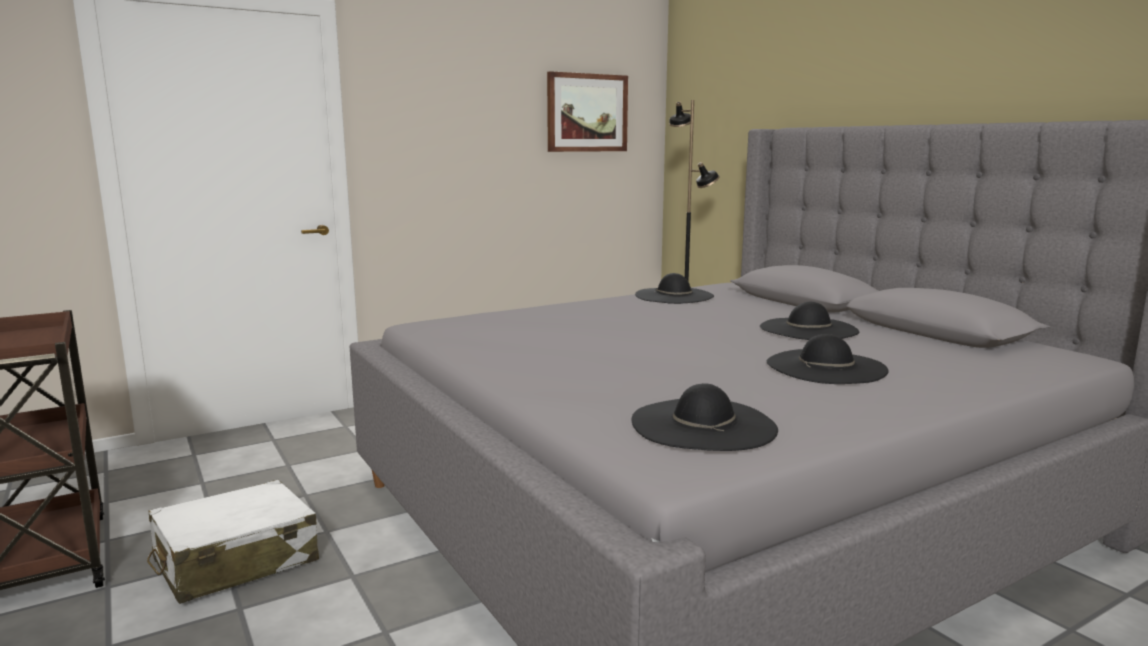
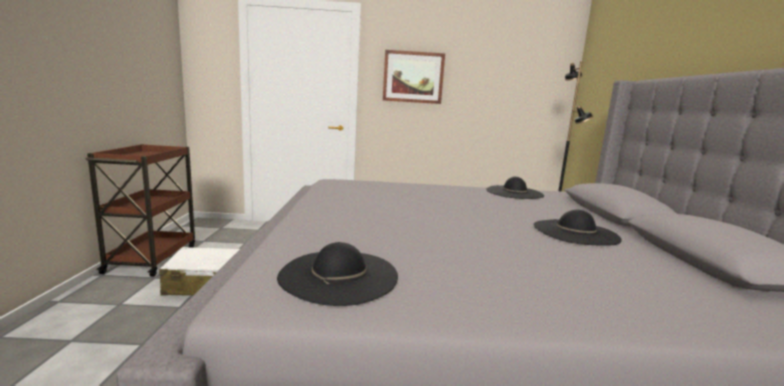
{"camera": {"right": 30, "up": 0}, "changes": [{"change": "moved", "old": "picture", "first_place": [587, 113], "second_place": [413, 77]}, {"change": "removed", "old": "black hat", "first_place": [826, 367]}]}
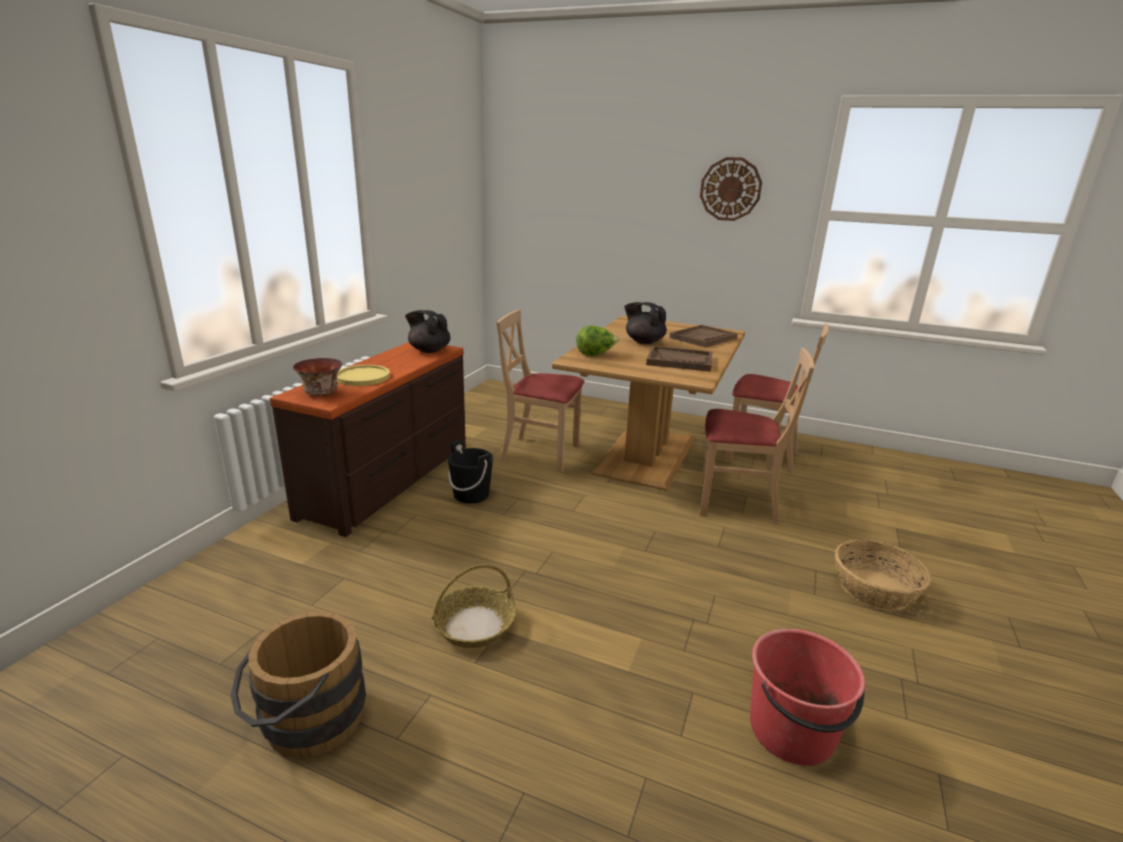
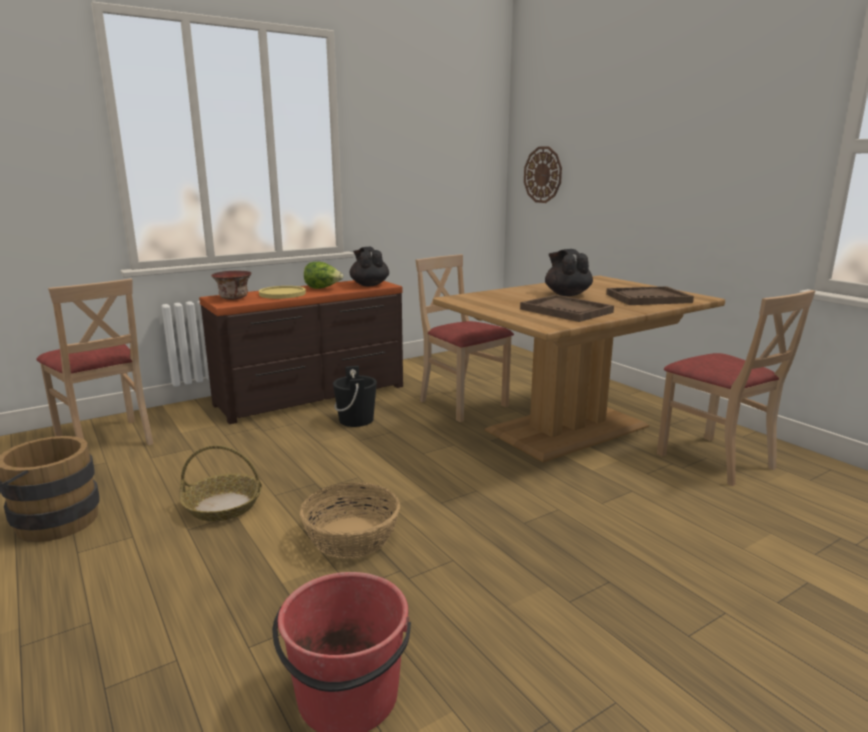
{"camera": {"right": 35, "up": -5}, "changes": [{"change": "moved", "old": "lettuce", "first_place": [595, 354], "second_place": [323, 288]}, {"change": "moved", "old": "beige chair", "first_place": [737, 503], "second_place": [106, 441]}, {"change": "moved", "old": "wall clock", "first_place": [730, 189], "second_place": [543, 175]}, {"change": "moved", "old": "basket", "first_place": [875, 589], "second_place": [352, 537]}]}
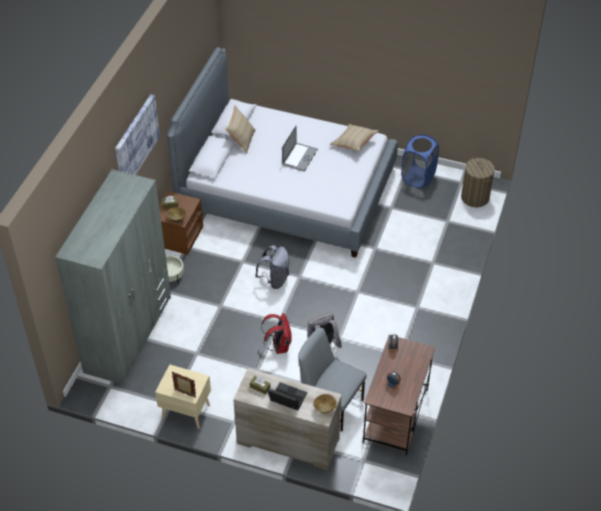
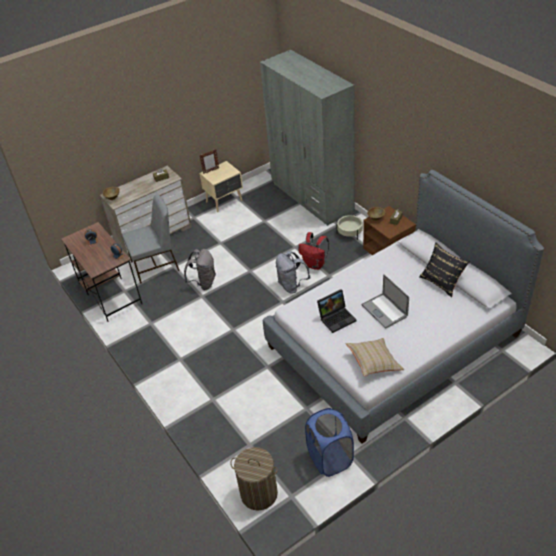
{"camera": {"right": 130, "up": -5}, "changes": [{"change": "removed", "old": "picture", "first_place": [135, 141]}, {"change": "recoloured", "old": "beige pillow", "new": "black pillow", "first_place": [241, 140], "second_place": [442, 281]}, {"change": "moved", "old": "red backpack", "first_place": [279, 346], "second_place": [315, 264]}, {"change": "moved", "old": "laptop", "first_place": [286, 399], "second_place": [337, 318]}]}
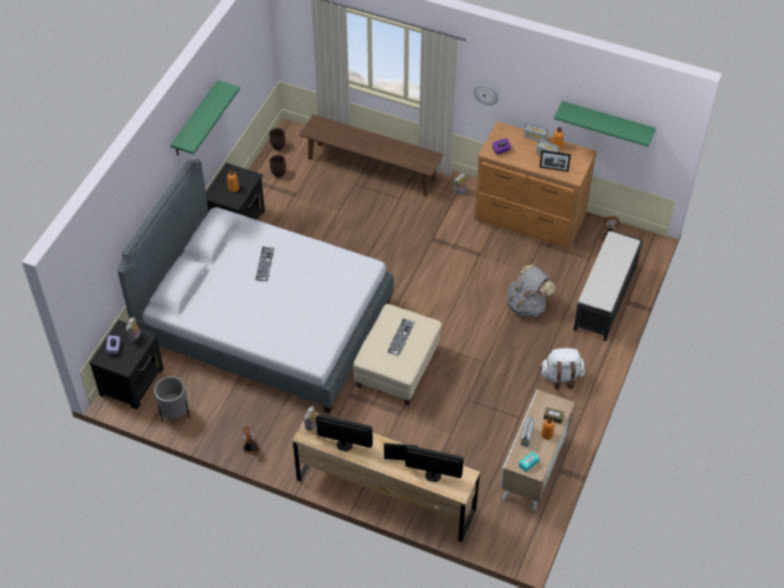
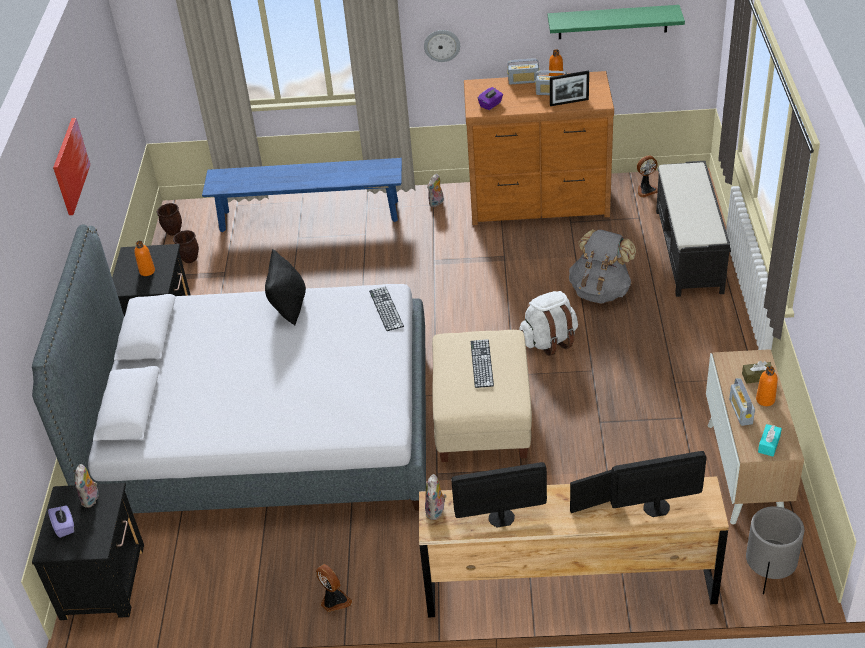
{"camera": {"right": -20, "up": -10}, "changes": [{"change": "moved", "old": "grey planter", "first_place": [174, 414], "second_place": [768, 574]}, {"change": "replaced", "old": "green shelf", "new": "picture", "first_place": [195, 119], "second_place": [70, 166]}, {"change": "moved", "old": "keyboard", "first_place": [264, 263], "second_place": [386, 308]}, {"change": "recoloured", "old": "brown bench", "new": "blue bench", "first_place": [371, 169], "second_place": [309, 216]}, {"change": "moved", "old": "white backpack", "first_place": [561, 377], "second_place": [549, 341]}, {"change": "added", "new": "black pillow", "second_place": [289, 306]}]}
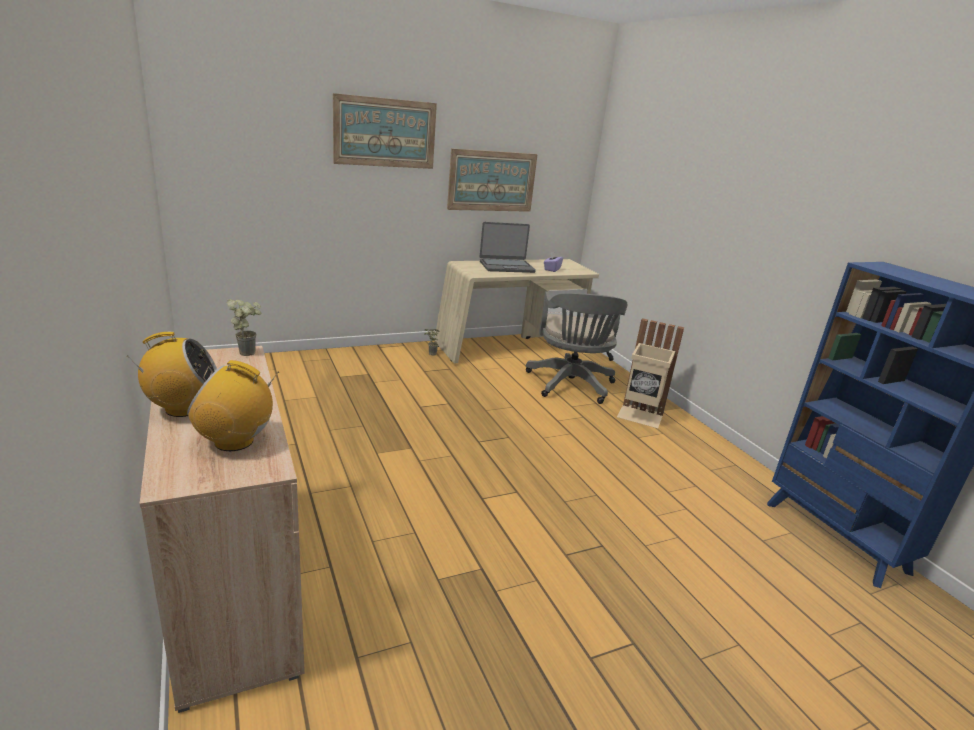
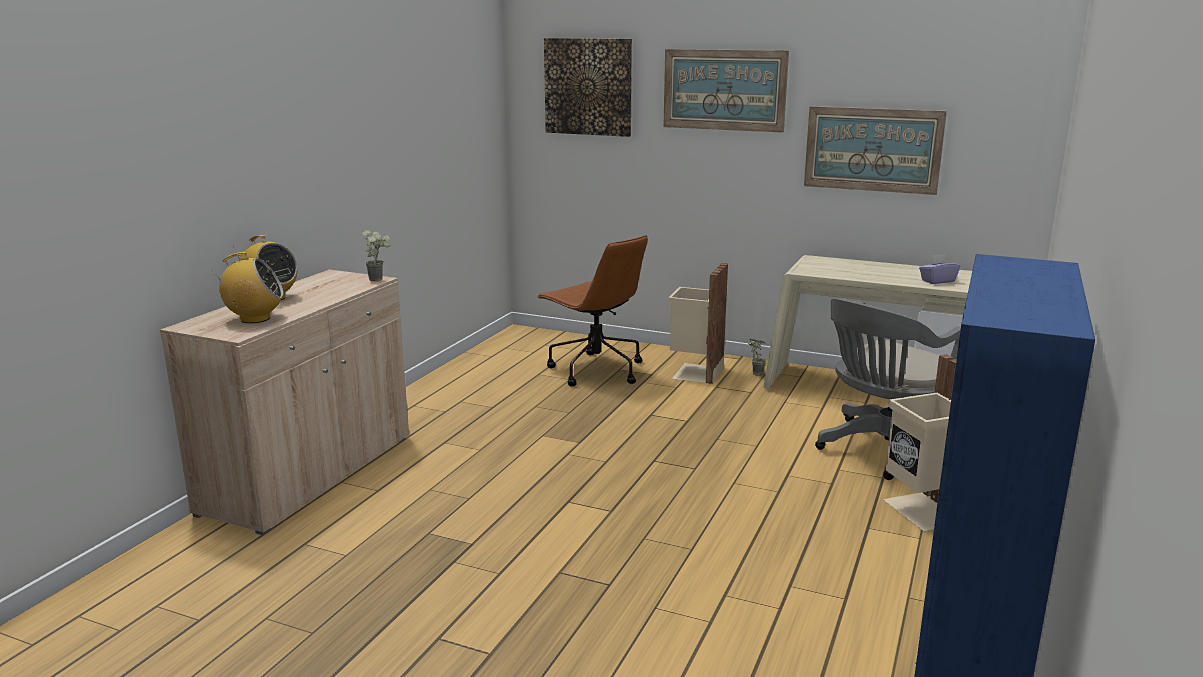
{"camera": {"right": 50, "up": -5}, "changes": [{"change": "turned", "old": "radio", "first_place": [235, 441], "second_place": [254, 319], "degrees": 120}, {"change": "removed", "old": "laptop", "first_place": [506, 266]}, {"change": "added", "new": "brown office chair", "second_place": [595, 370]}, {"change": "added", "new": "picture", "second_place": [588, 87]}, {"change": "added", "new": "beige trash can", "second_place": [695, 373]}]}
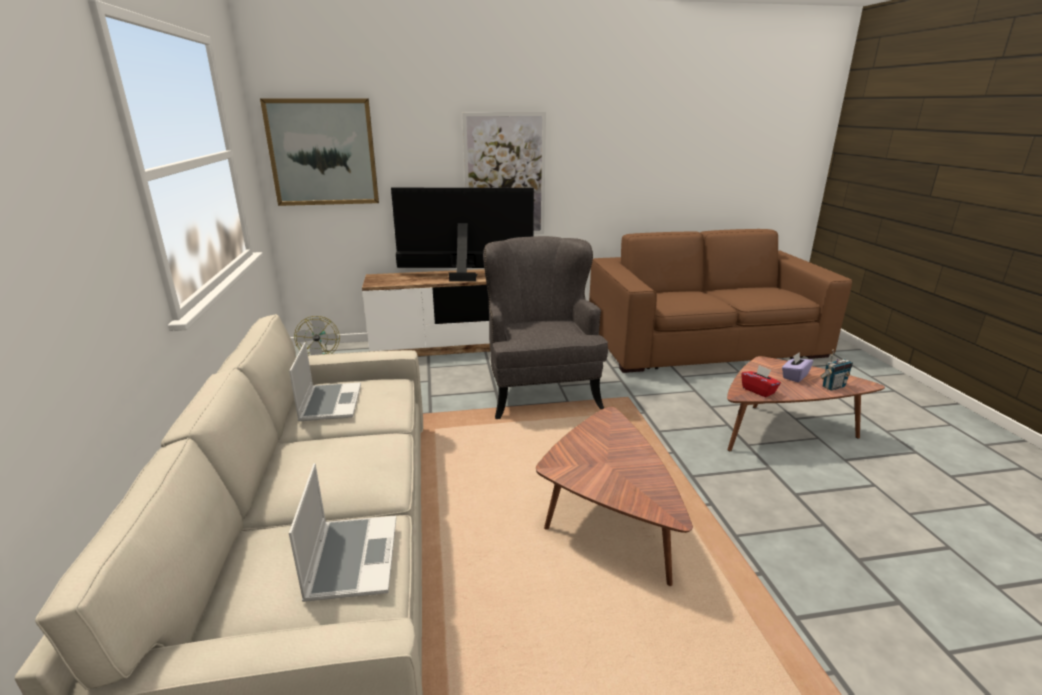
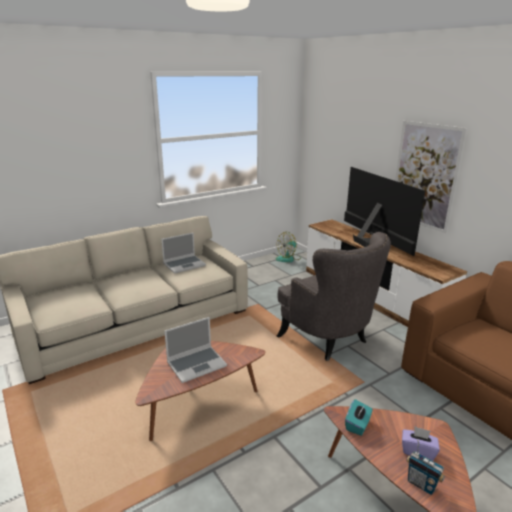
{"camera": {"right": 65, "up": 0}, "changes": [{"change": "removed", "old": "picture", "first_place": [323, 153]}, {"change": "moved", "old": "laptop", "first_place": [351, 558], "second_place": [197, 364]}, {"change": "turned", "old": "grey armchair", "first_place": [540, 392], "second_place": [329, 339], "degrees": 90}, {"change": "recoloured", "old": "red tissue box", "new": "turquoise tissue box", "first_place": [758, 390], "second_place": [357, 425]}]}
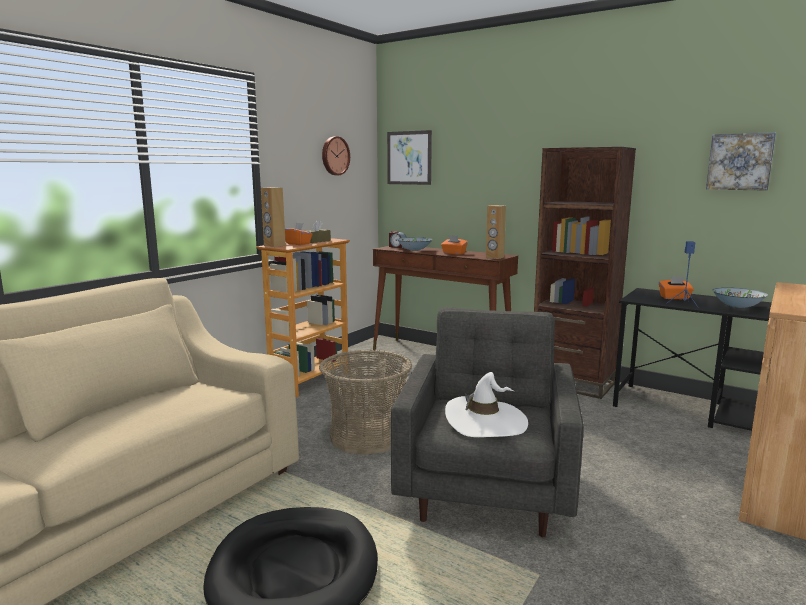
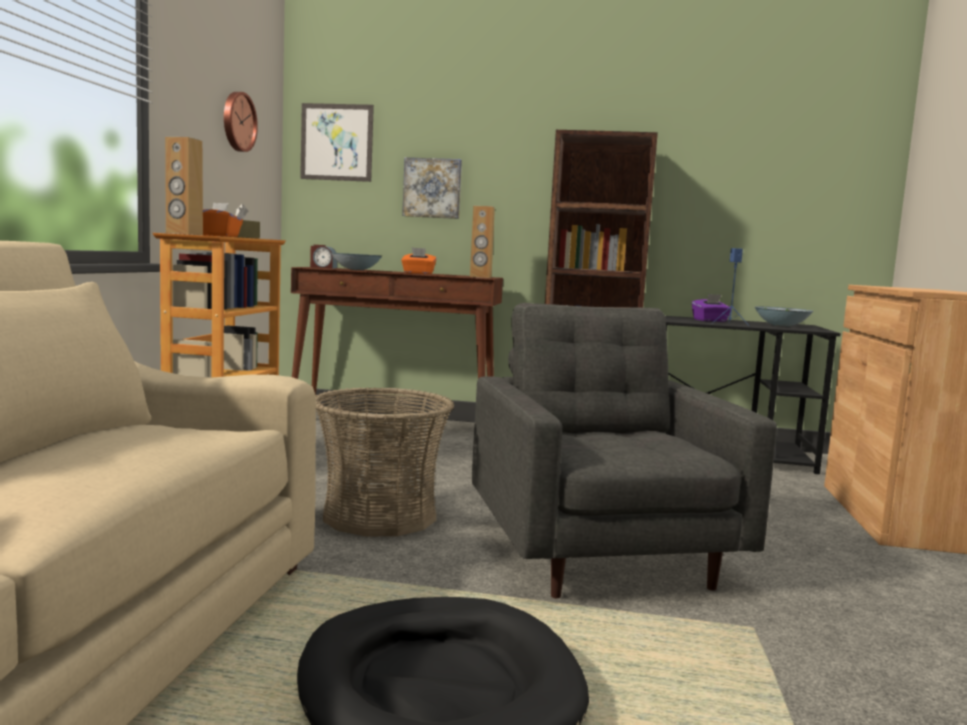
{"camera": {"right": -25, "up": -5}, "changes": [{"change": "removed", "old": "white hat", "first_place": [486, 421]}, {"change": "recoloured", "old": "orange tissue box", "new": "purple tissue box", "first_place": [674, 298], "second_place": [710, 320]}, {"change": "moved", "old": "picture", "first_place": [740, 162], "second_place": [432, 188]}]}
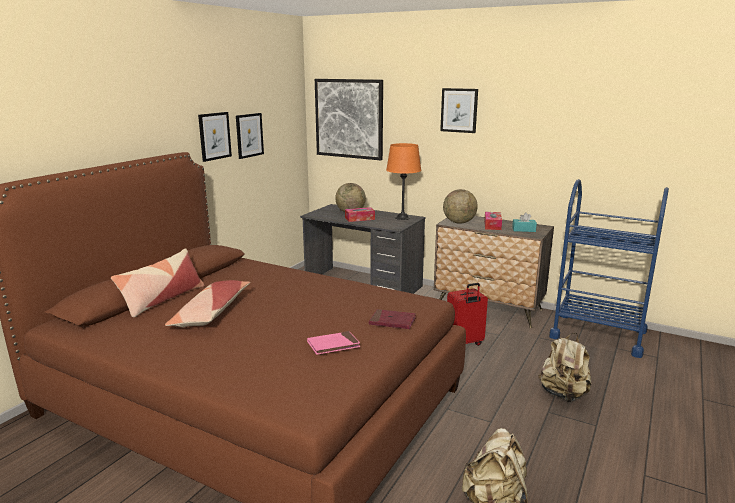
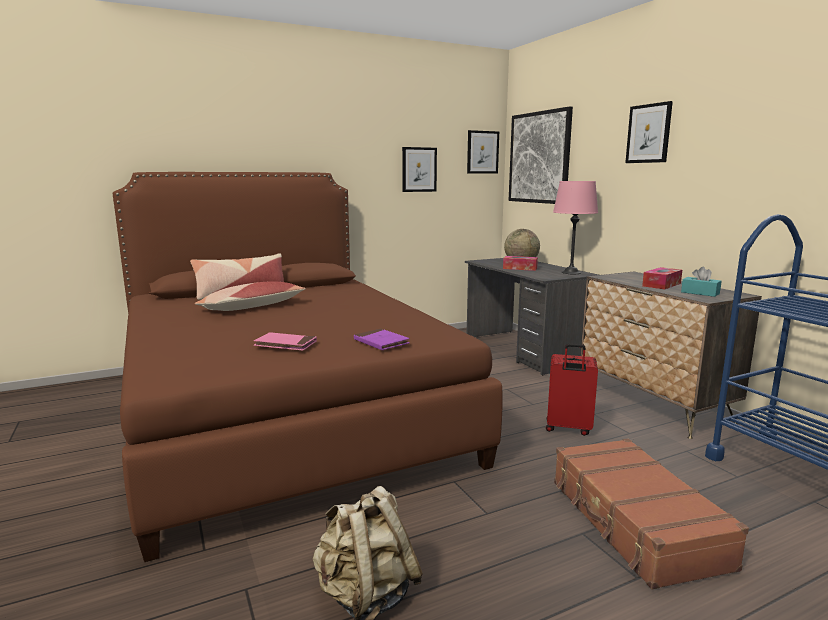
{"camera": {"right": 35, "up": -5}, "changes": [{"change": "moved", "old": "picture", "first_place": [214, 136], "second_place": [482, 152]}, {"change": "recoloured", "old": "red book", "new": "purple book", "first_place": [392, 321], "second_place": [381, 342]}, {"change": "recoloured", "old": "orange table lamp", "new": "pink table lamp", "first_place": [402, 217], "second_place": [571, 272]}, {"change": "removed", "old": "globe", "first_place": [459, 222]}, {"change": "replaced", "old": "beige backpack", "new": "brown suitcase", "first_place": [563, 394], "second_place": [634, 523]}]}
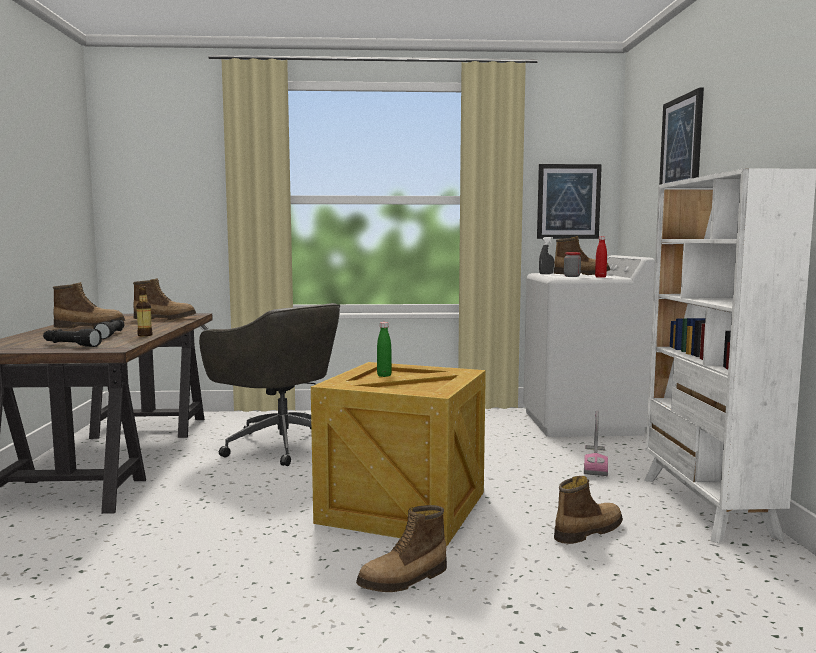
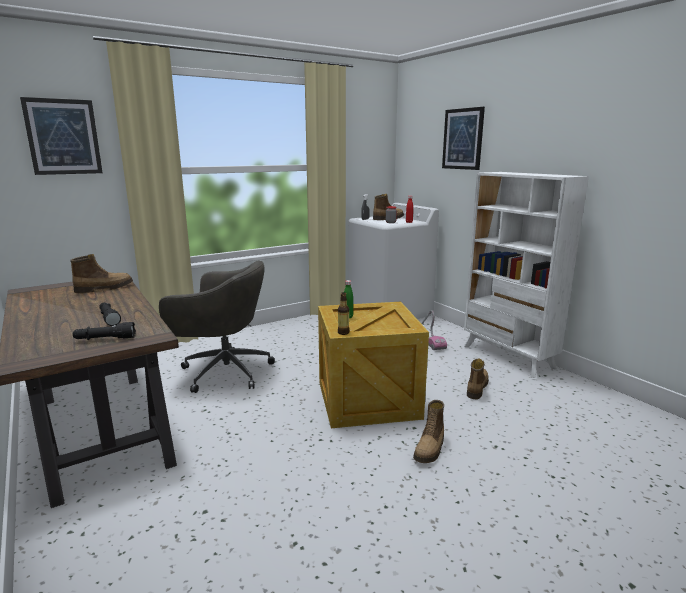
{"camera": {"right": -30, "up": 10}, "changes": [{"change": "removed", "old": "boot", "first_place": [90, 327]}, {"change": "moved", "old": "bottle", "first_place": [145, 335], "second_place": [343, 332]}, {"change": "moved", "old": "picture", "first_place": [568, 201], "second_place": [63, 137]}]}
